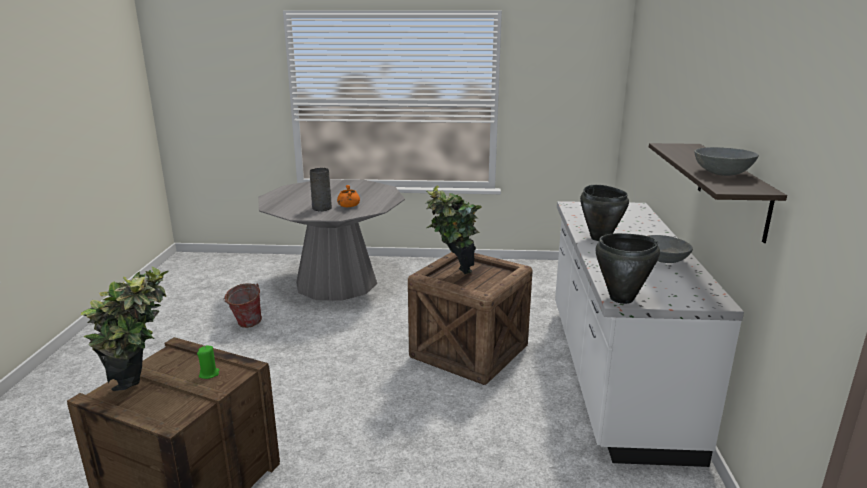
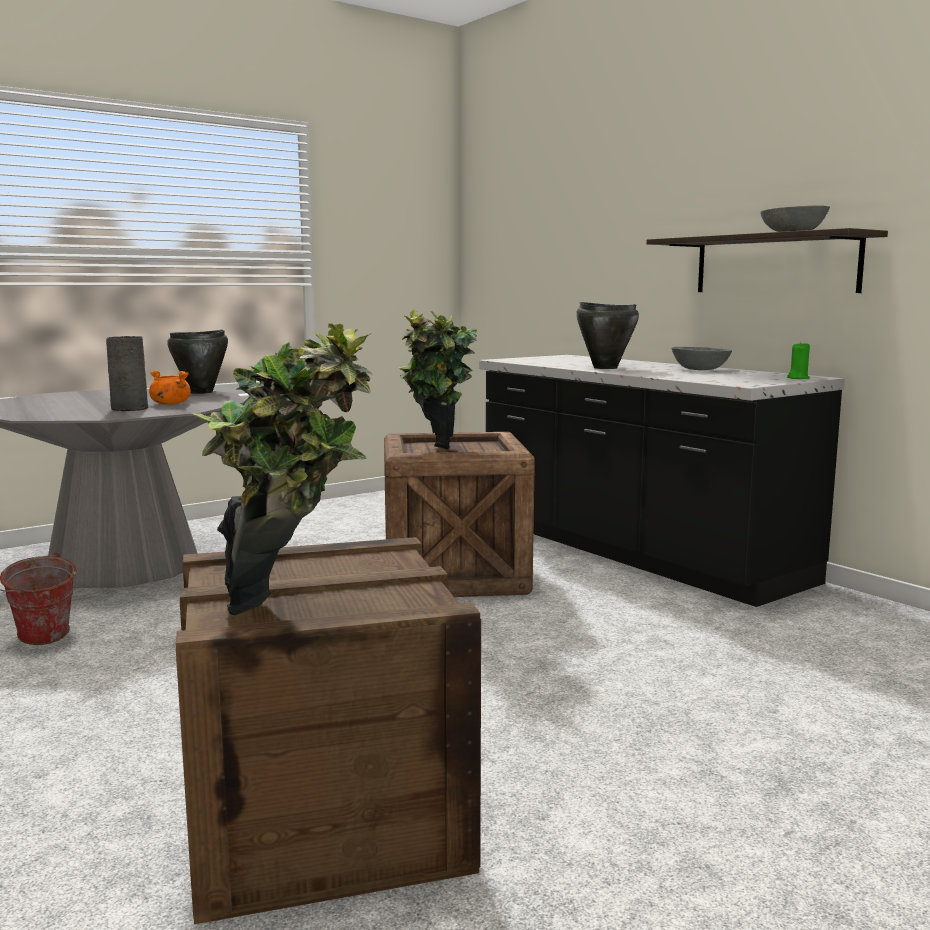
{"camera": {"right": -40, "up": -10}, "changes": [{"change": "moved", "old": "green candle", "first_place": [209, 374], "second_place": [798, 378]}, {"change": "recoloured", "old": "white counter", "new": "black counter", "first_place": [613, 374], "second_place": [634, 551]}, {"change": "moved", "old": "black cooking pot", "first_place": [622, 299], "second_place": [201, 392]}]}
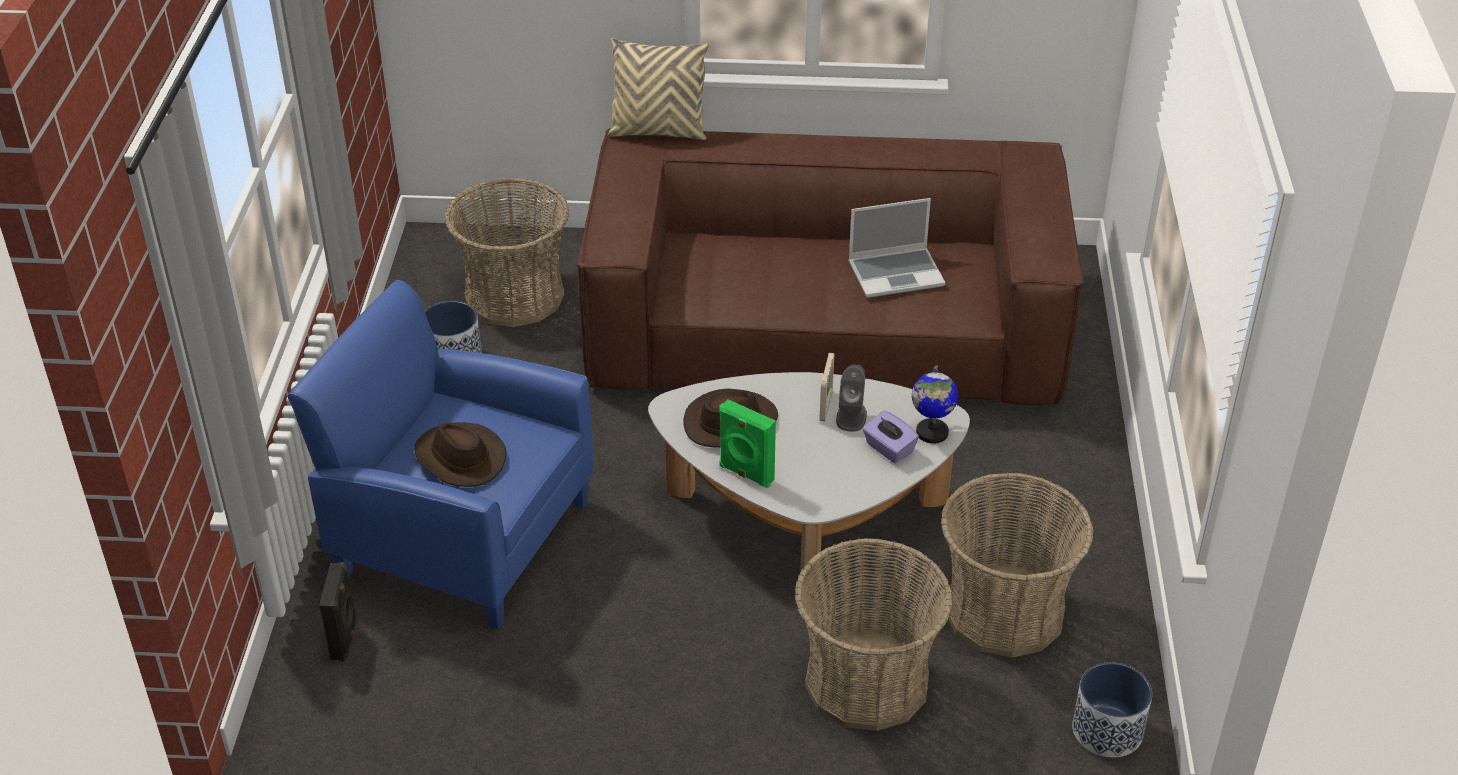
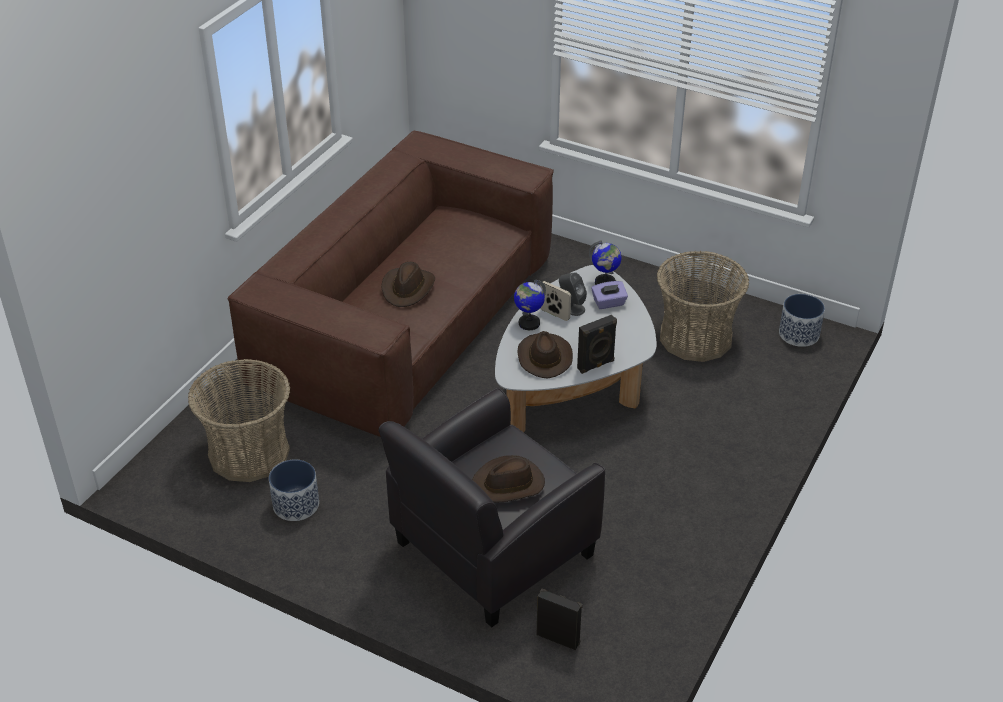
{"camera": {"right": -65, "up": 0}, "changes": [{"change": "recoloured", "old": "blue armchair", "new": "black armchair", "first_place": [461, 536], "second_place": [492, 550]}, {"change": "removed", "old": "beige pillow", "first_place": [658, 132]}, {"change": "recoloured", "old": "green speaker", "new": "black speaker", "first_place": [745, 474], "second_place": [596, 365]}, {"change": "removed", "old": "basket", "first_place": [867, 682]}, {"change": "removed", "old": "laptop", "first_place": [896, 273]}, {"change": "added", "new": "brown hat", "second_place": [408, 288]}, {"change": "added", "new": "globe", "second_place": [528, 323]}]}
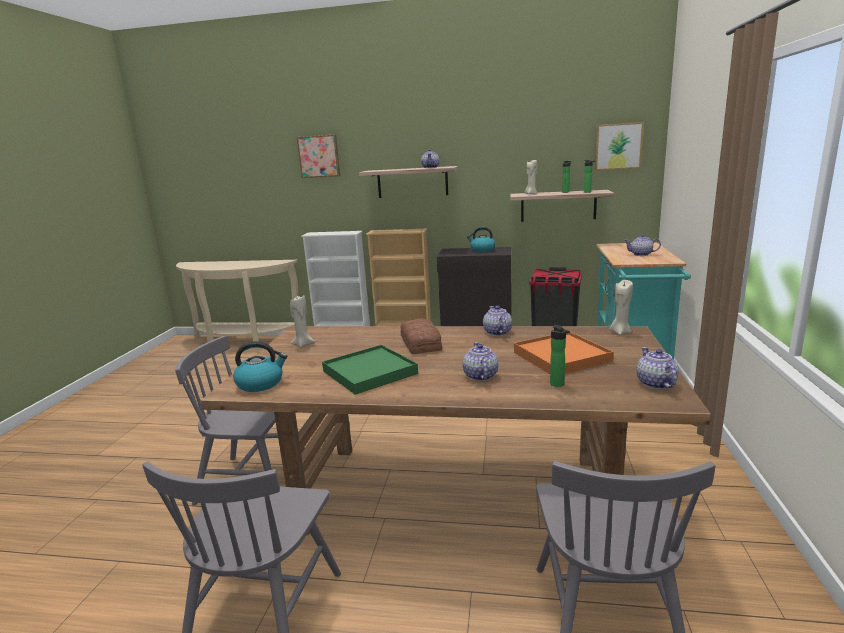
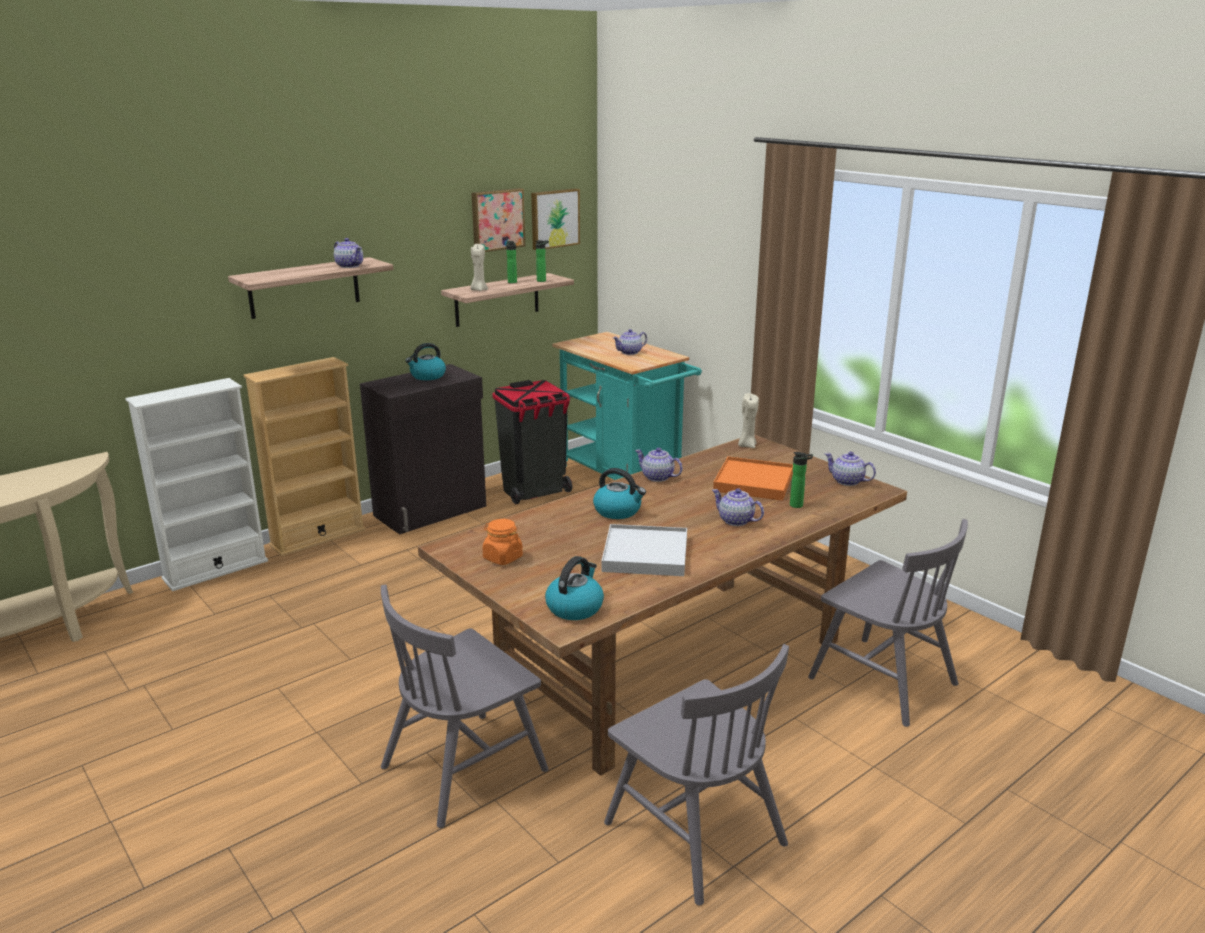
{"camera": {"right": -50, "up": 5}, "changes": [{"change": "replaced", "old": "beige candle", "new": "orange jar", "first_place": [303, 344], "second_place": [502, 558]}, {"change": "moved", "old": "picture", "first_place": [319, 156], "second_place": [497, 219]}, {"change": "recoloured", "old": "green tray", "new": "white tray", "first_place": [369, 372], "second_place": [645, 555]}, {"change": "replaced", "old": "bread", "new": "kettle", "first_place": [421, 343], "second_place": [618, 511]}]}
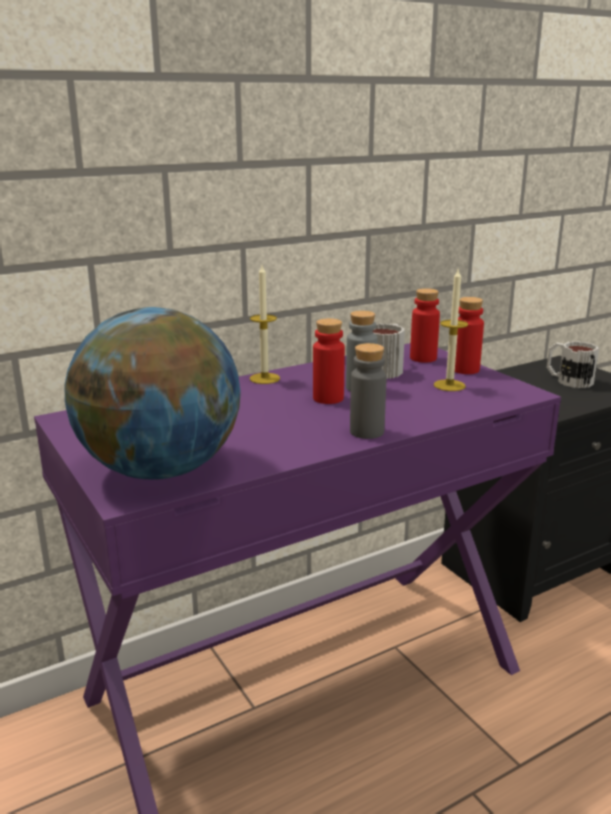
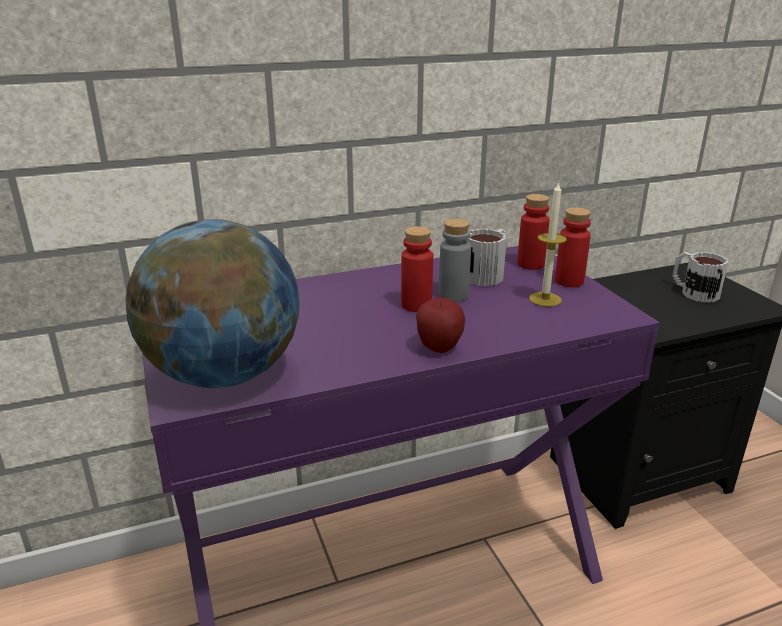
{"camera": {"right": 10, "up": 5}, "changes": [{"change": "removed", "old": "candle", "first_place": [264, 378]}, {"change": "replaced", "old": "grey bottle", "new": "apple", "first_place": [367, 432], "second_place": [439, 348]}]}
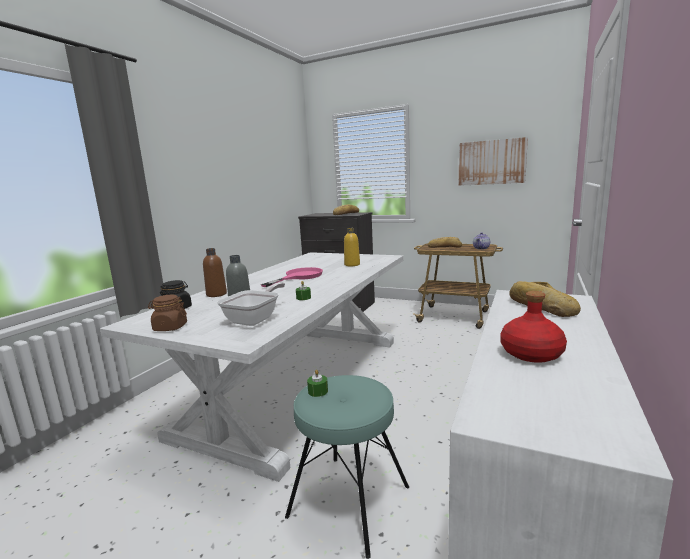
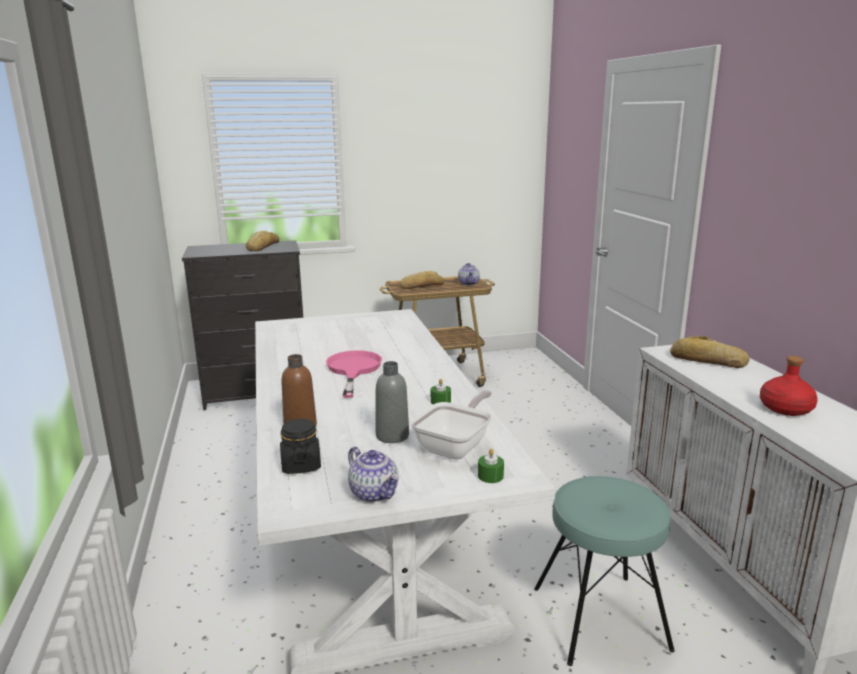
{"camera": {"right": -40, "up": 5}, "changes": [{"change": "replaced", "old": "brown jar", "new": "teapot", "first_place": [170, 327], "second_place": [374, 493]}, {"change": "turned", "old": "frying pan", "first_place": [255, 319], "second_place": [456, 446], "degrees": 45}, {"change": "moved", "old": "green candle", "first_place": [318, 391], "second_place": [490, 476]}, {"change": "removed", "old": "yellow bottle", "first_place": [352, 264]}, {"change": "removed", "old": "picture", "first_place": [491, 162]}]}
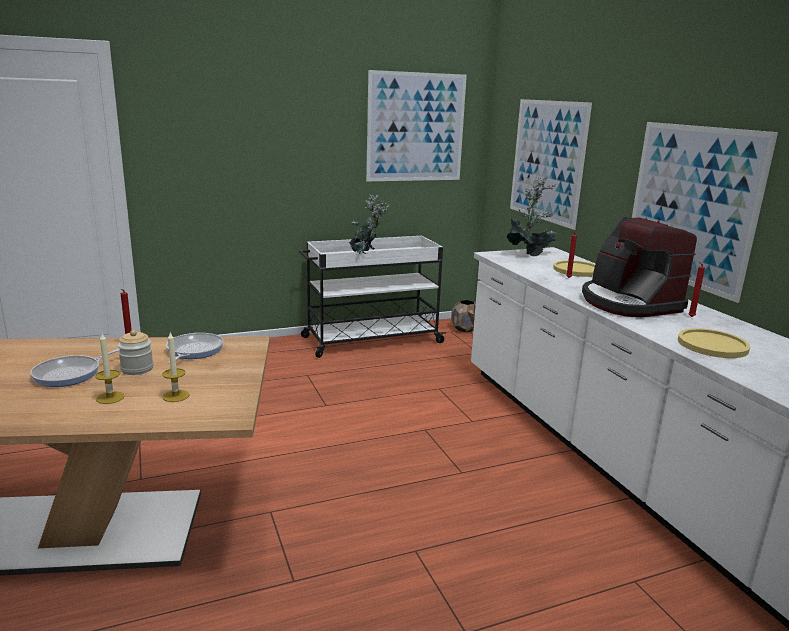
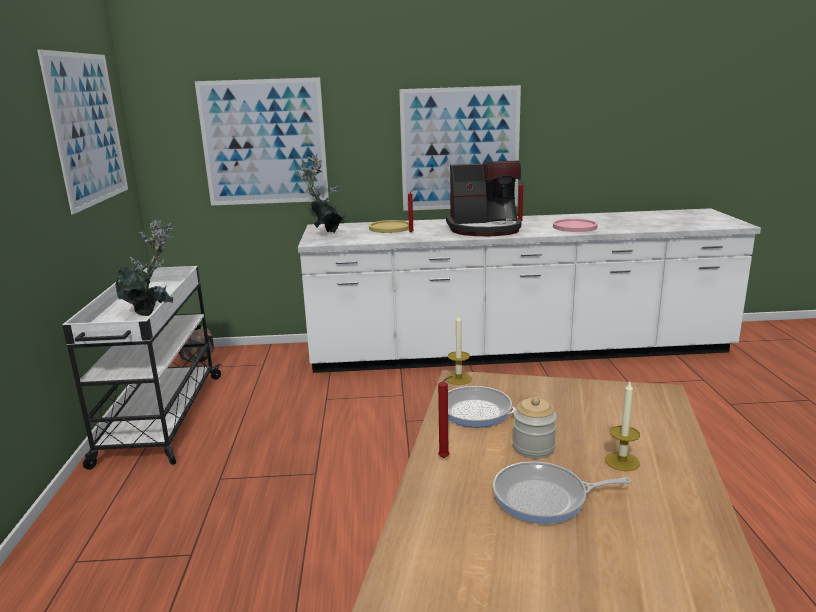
{"camera": {"right": -70, "up": 0}, "changes": [{"change": "turned", "old": "frying pan", "first_place": [71, 374], "second_place": [545, 498], "degrees": 120}, {"change": "moved", "old": "candle", "first_place": [176, 396], "second_place": [458, 379]}, {"change": "recoloured", "old": "yellow plate", "new": "pink plate", "first_place": [712, 345], "second_place": [574, 227]}]}
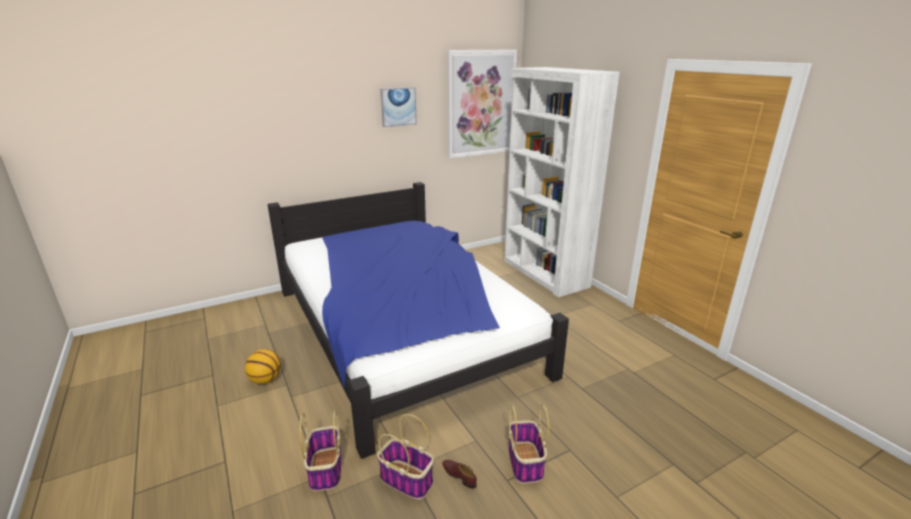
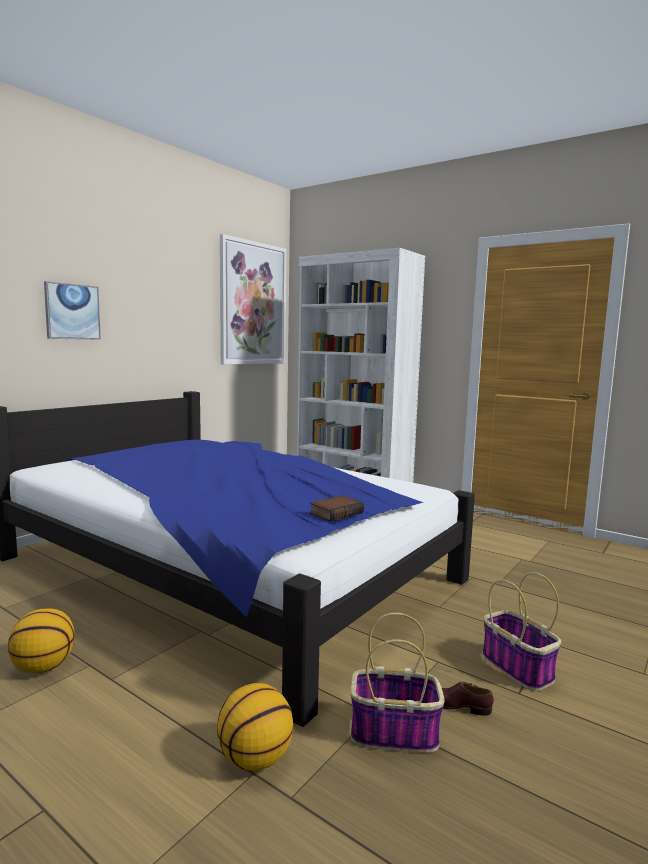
{"camera": {"right": -25, "up": -15}, "changes": [{"change": "replaced", "old": "basket", "new": "basketball", "first_place": [325, 468], "second_place": [254, 758]}, {"change": "moved", "old": "picture", "first_place": [398, 107], "second_place": [72, 311]}, {"change": "added", "new": "book", "second_place": [336, 513]}]}
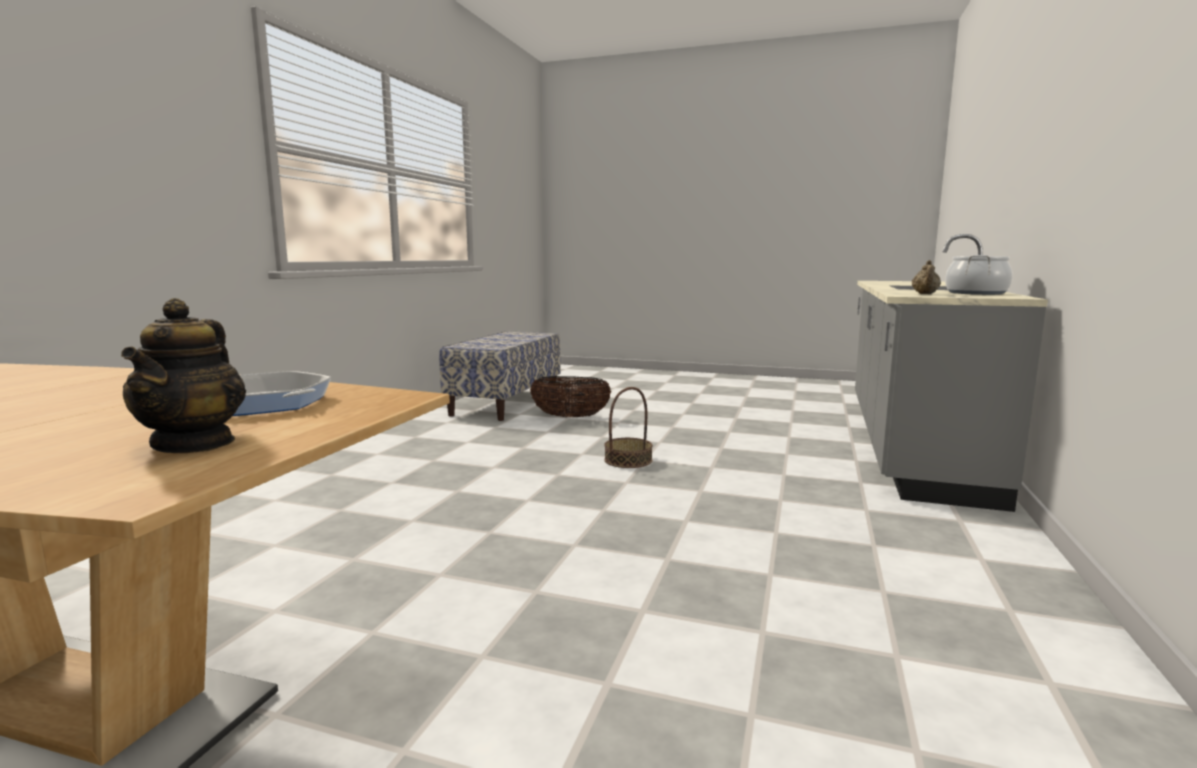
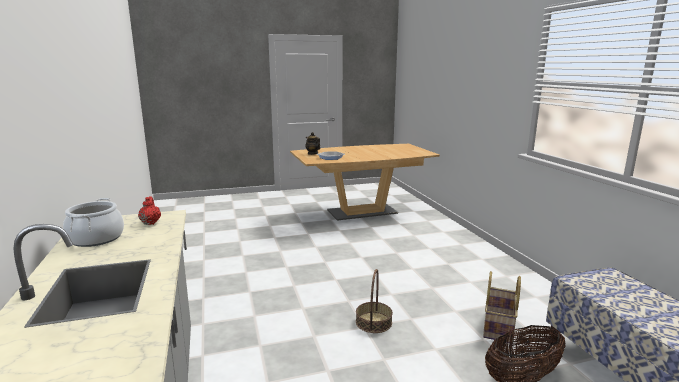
{"camera": {"right": 145, "up": 5}, "changes": [{"change": "recoloured", "old": "beige teapot", "new": "red teapot", "first_place": [925, 294], "second_place": [150, 223]}, {"change": "added", "new": "basket", "second_place": [499, 327]}]}
